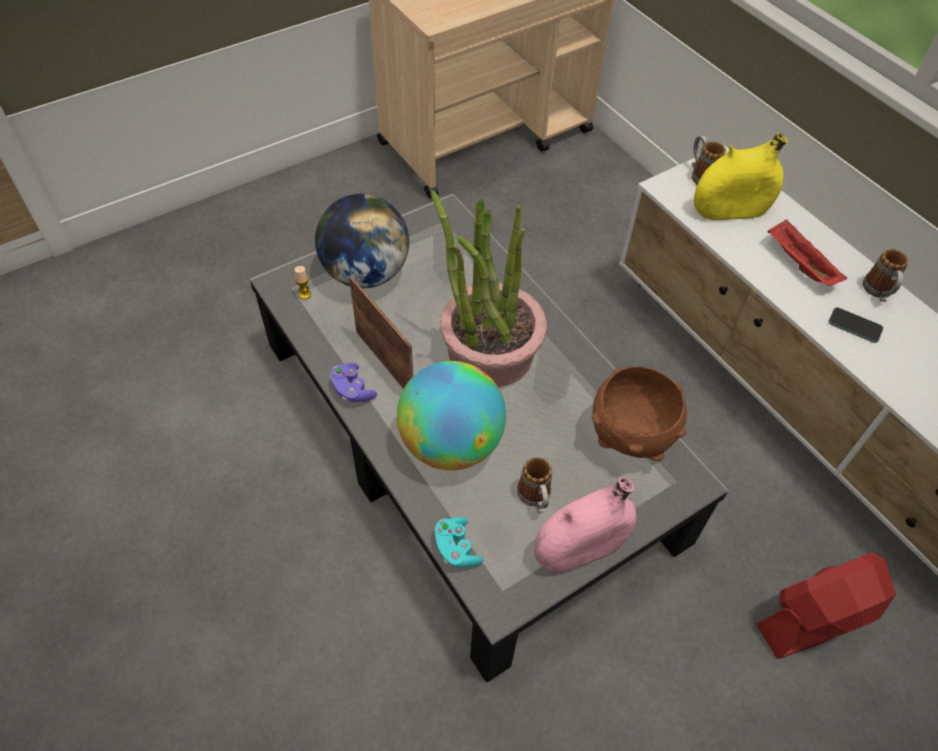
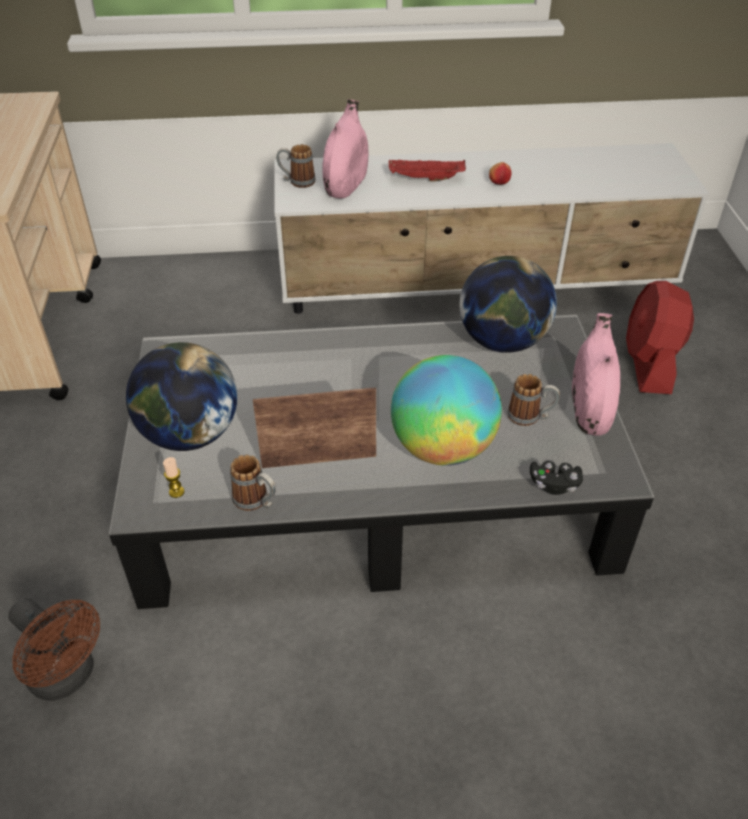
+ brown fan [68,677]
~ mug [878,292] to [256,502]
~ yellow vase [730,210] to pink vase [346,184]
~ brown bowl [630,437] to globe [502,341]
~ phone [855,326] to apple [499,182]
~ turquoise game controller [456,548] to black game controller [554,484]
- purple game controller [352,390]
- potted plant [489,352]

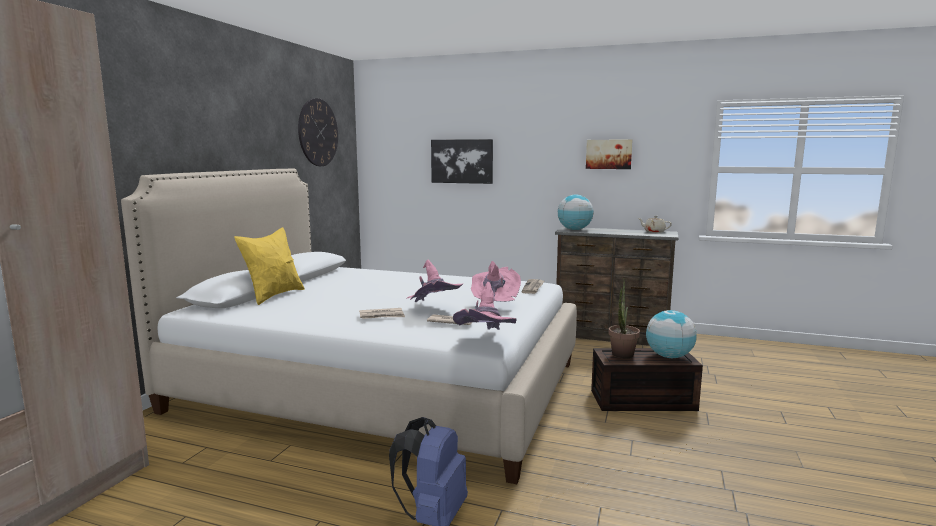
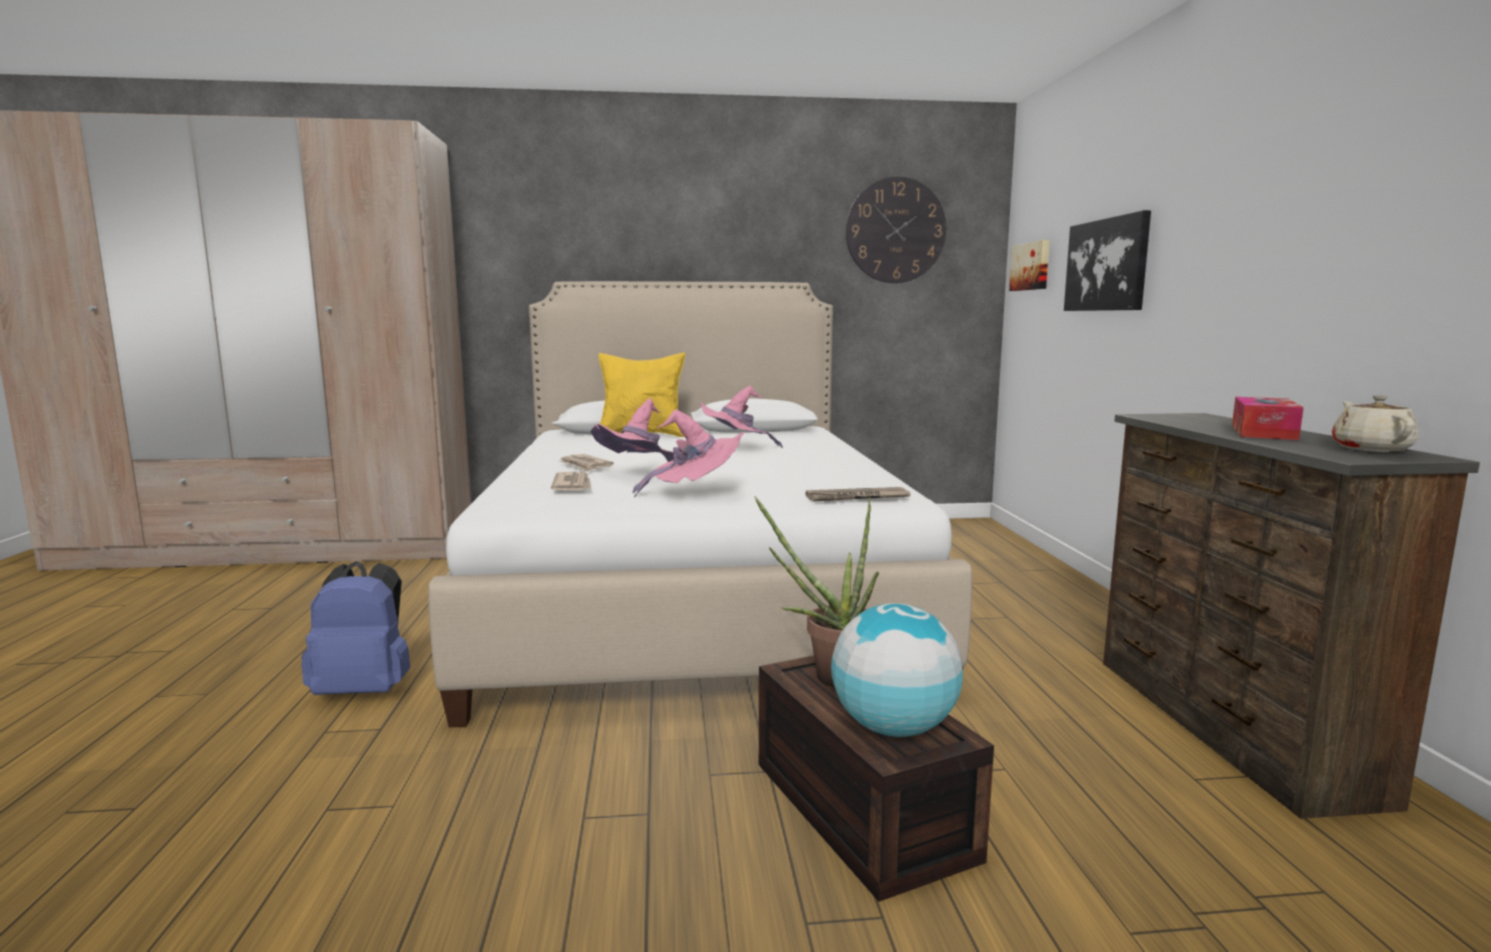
~ pink hat [486,343] to [736,449]
~ picture [608,154] to [1031,266]
+ tissue box [1263,432]
- globe [574,229]

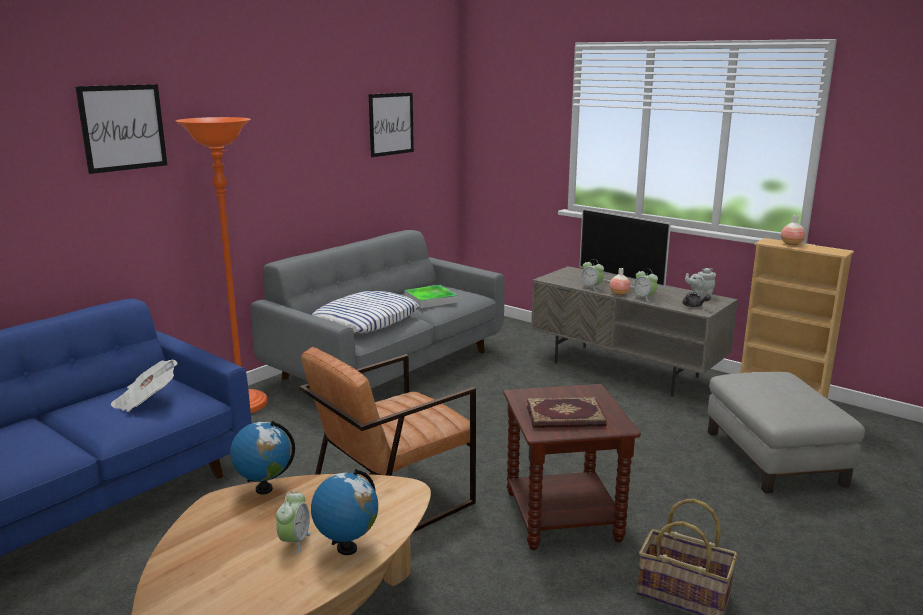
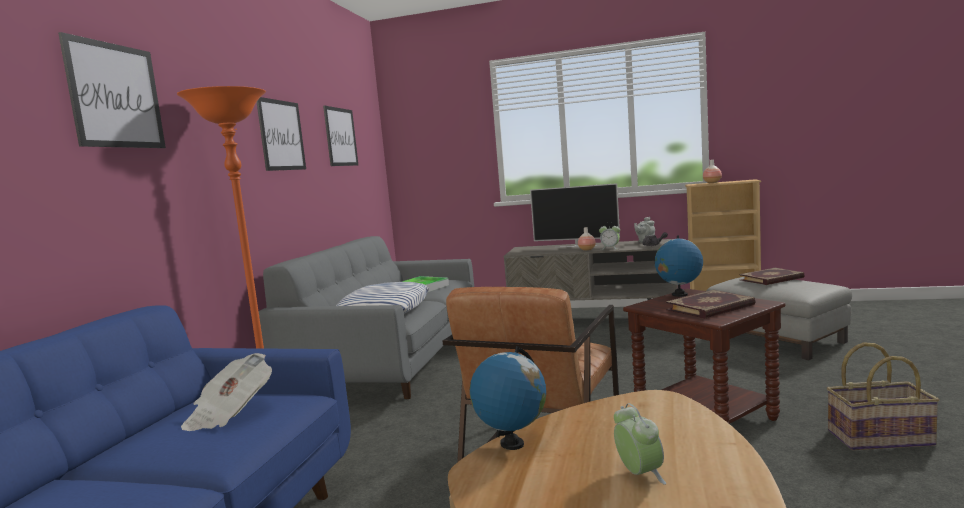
+ picture [281,135]
~ globe [347,548] to [679,295]
+ book [772,279]
- alarm clock [591,287]

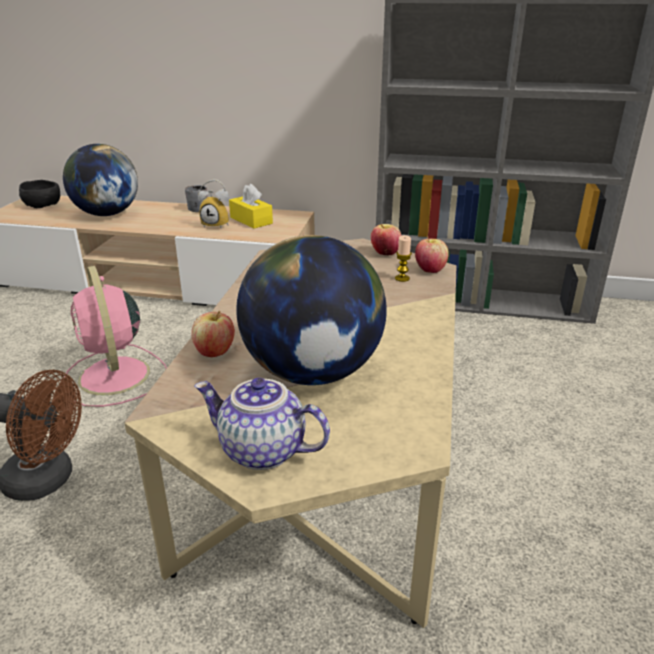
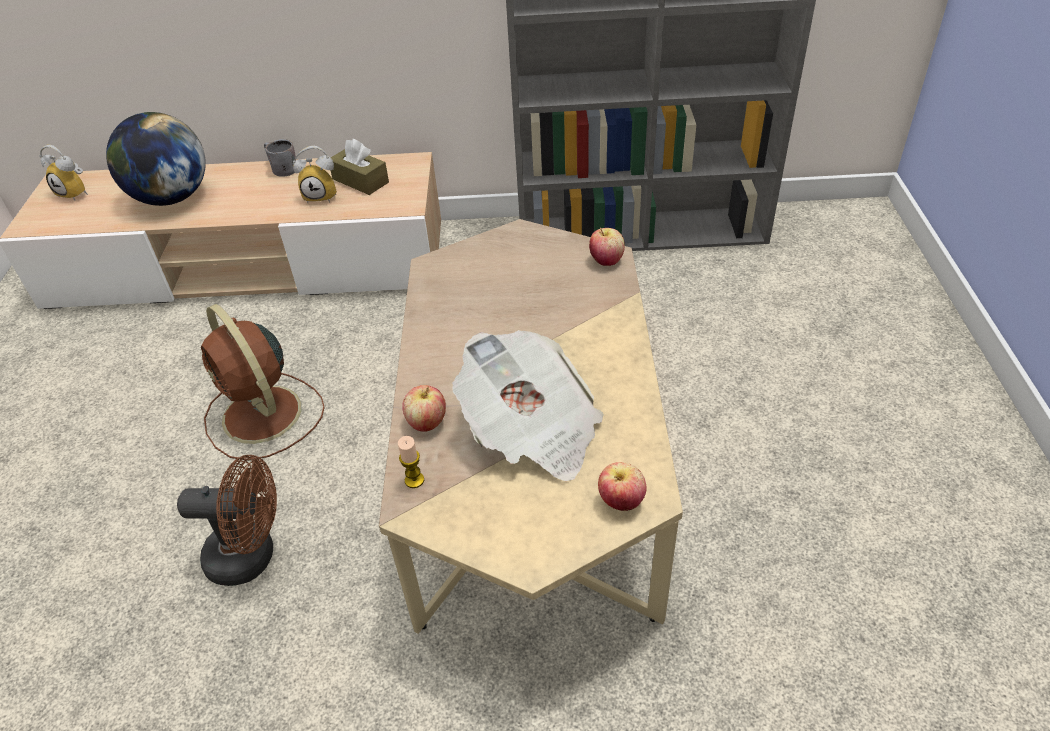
~ black bowl [43,204] to alarm clock [77,193]
~ pink fan [115,377] to brown fan [264,416]
~ yellow tissue box [251,220] to brown tissue box [360,181]
~ candle [402,278] to [414,480]
~ globe [313,372] to newspaper [532,430]
~ apple [385,253] to [621,501]
- teapot [261,452]

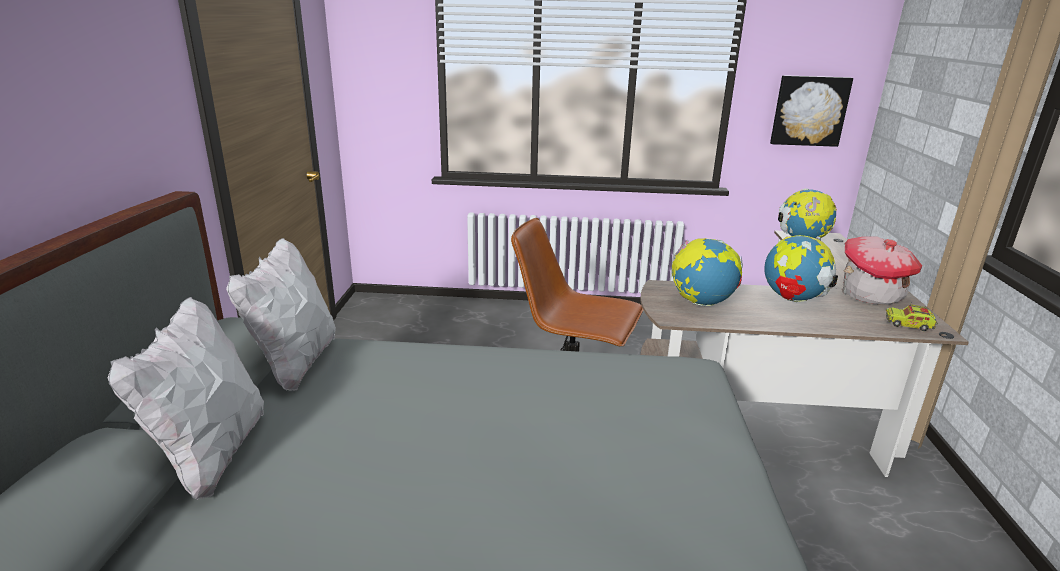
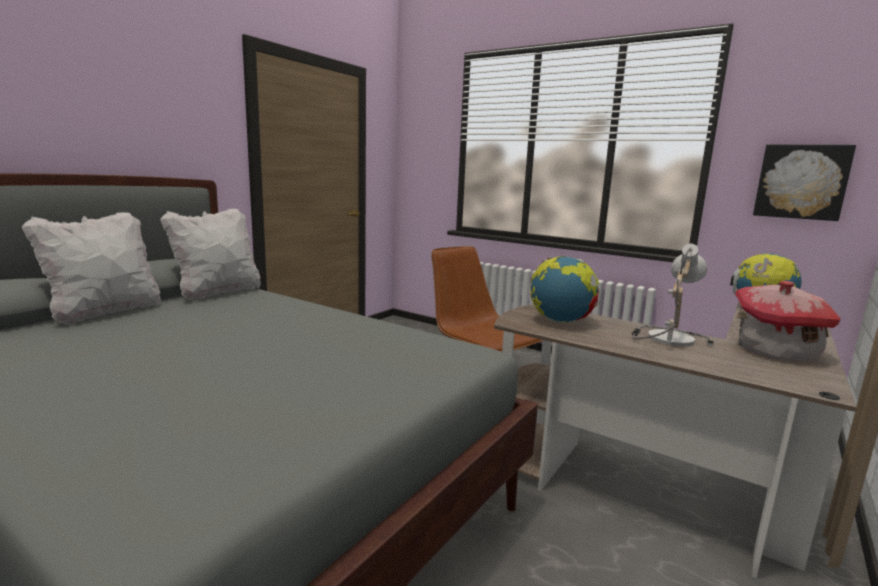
~ globe [792,299] to table lamp [666,337]
- toy truck [908,325]

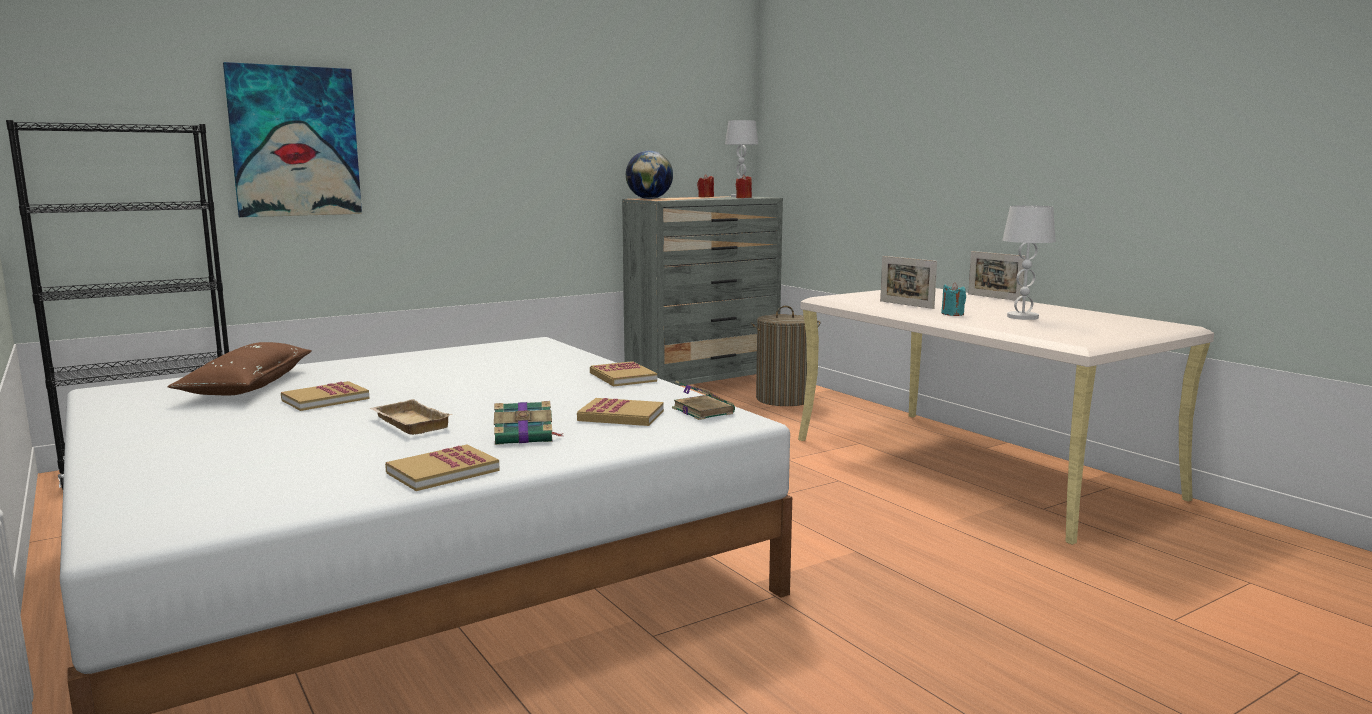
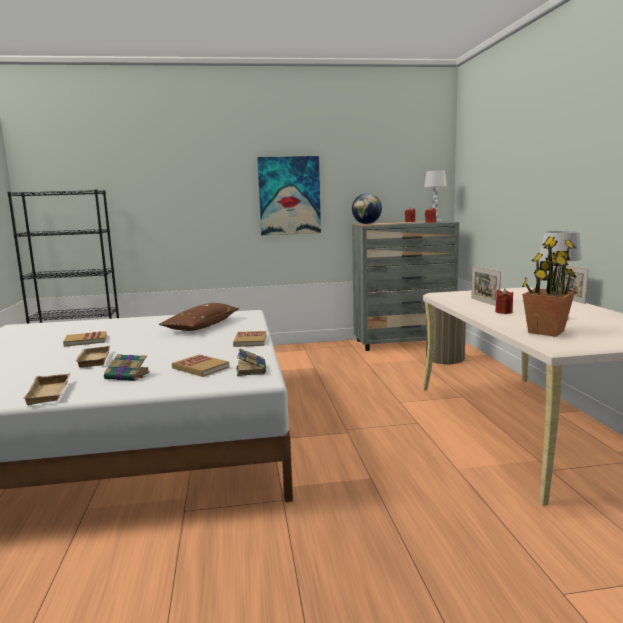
~ book [443,471] to beige tray [51,393]
~ brown pillow [248,385] to [202,325]
~ picture [295,141] to [289,195]
~ turquoise candle [952,314] to red candle [503,312]
+ potted plant [545,331]

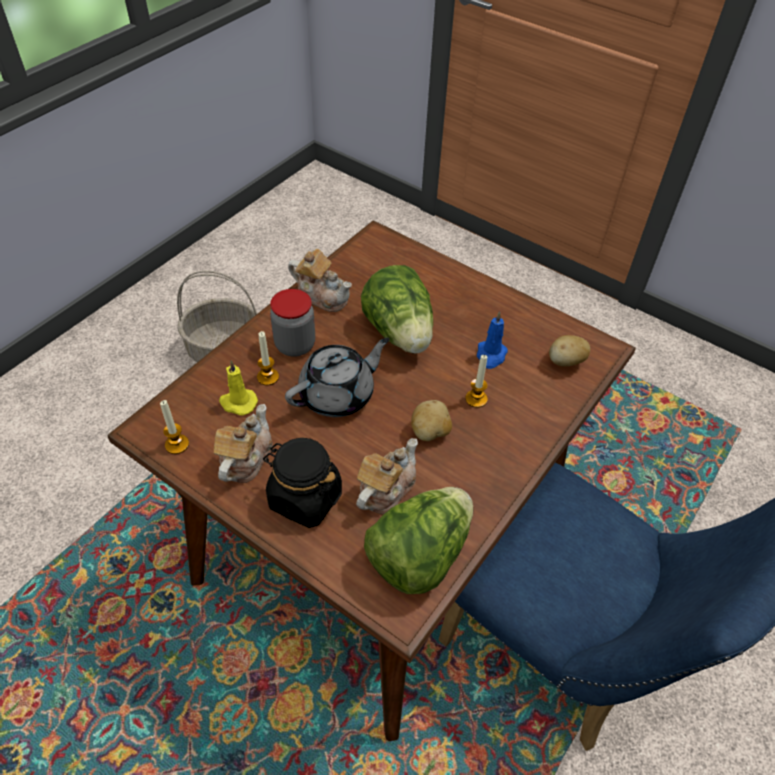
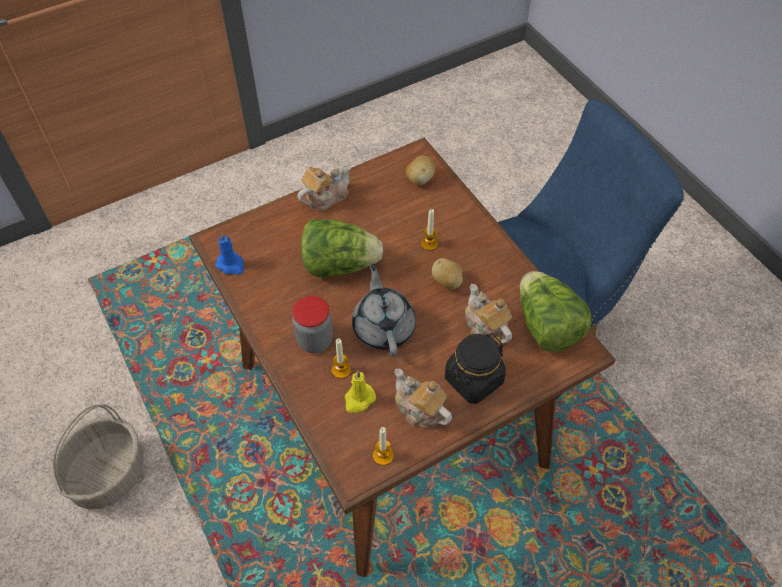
~ blue candle [491,355] to [231,265]
~ teapot [322,296] to [325,197]

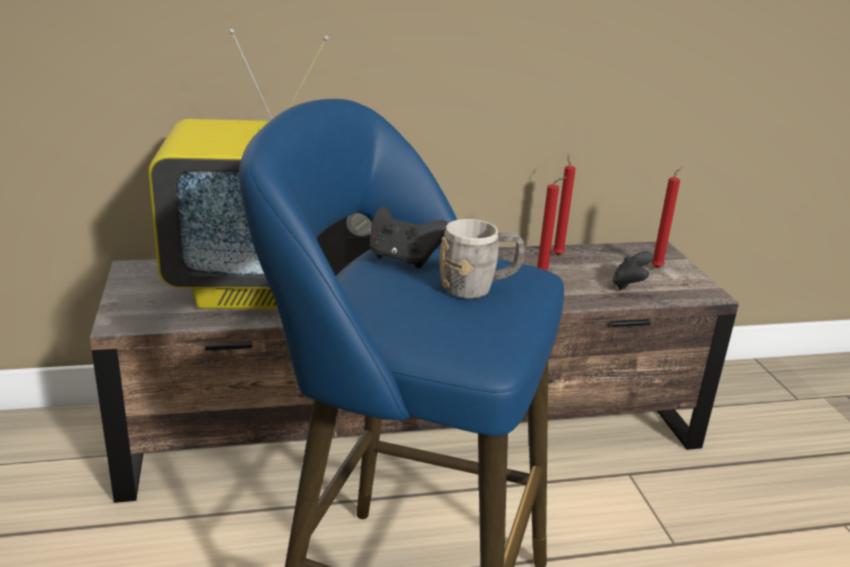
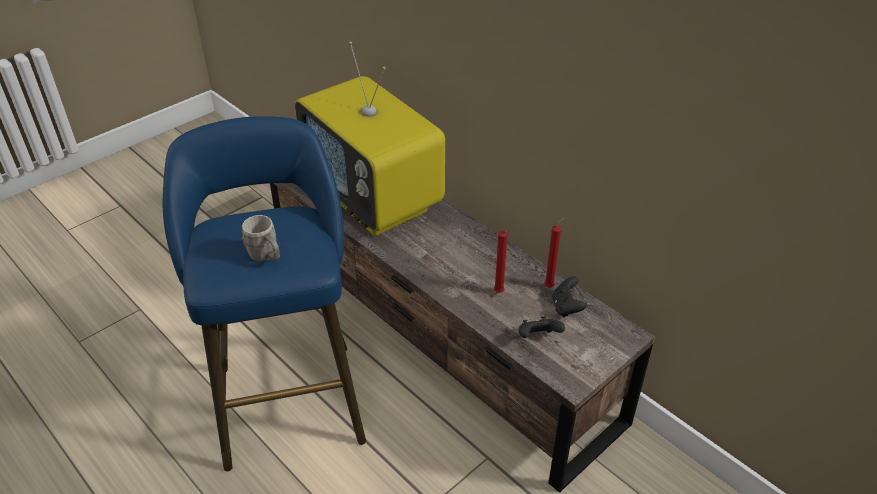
~ black game controller [403,259] to [566,307]
- red candle [658,267]

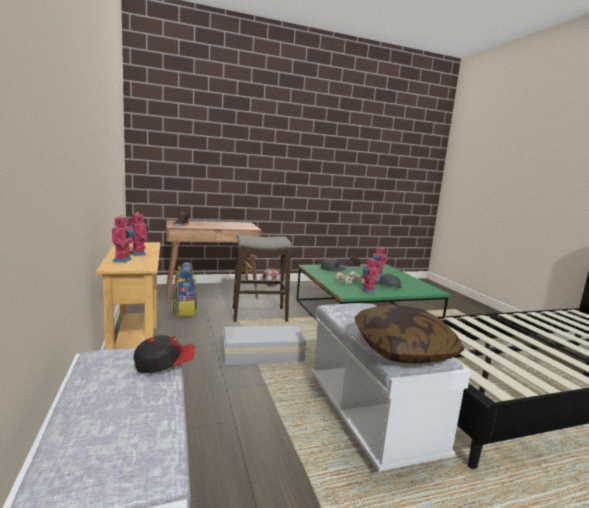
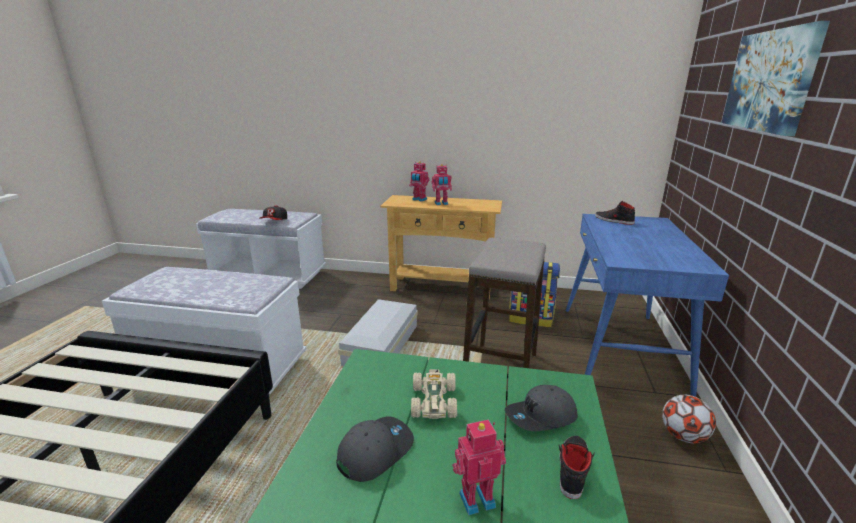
~ brown desk [211,291] to blue desk [620,350]
+ picture [770,81]
- pillow [402,349]
- toy robot [367,291]

